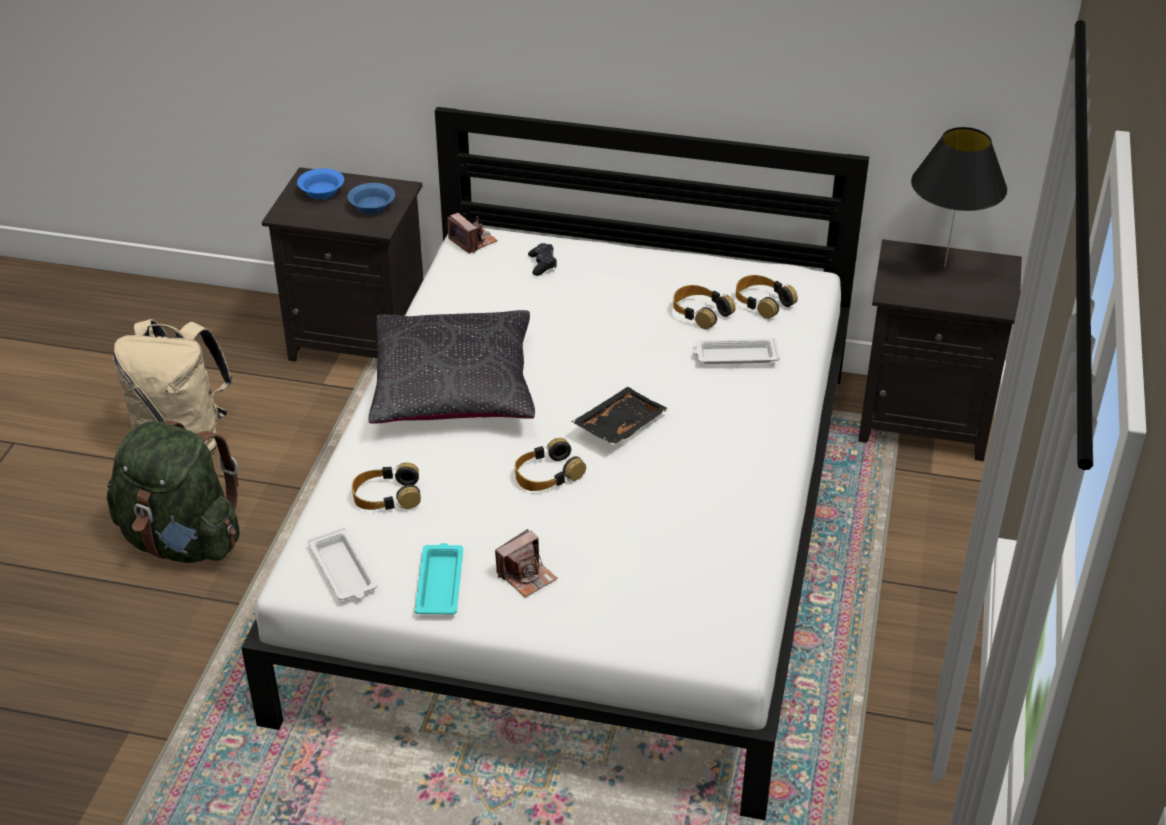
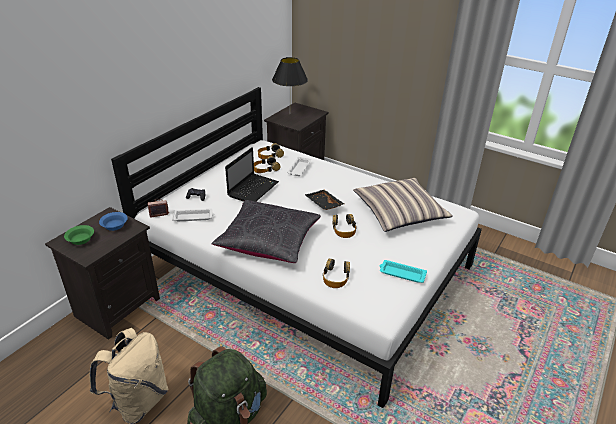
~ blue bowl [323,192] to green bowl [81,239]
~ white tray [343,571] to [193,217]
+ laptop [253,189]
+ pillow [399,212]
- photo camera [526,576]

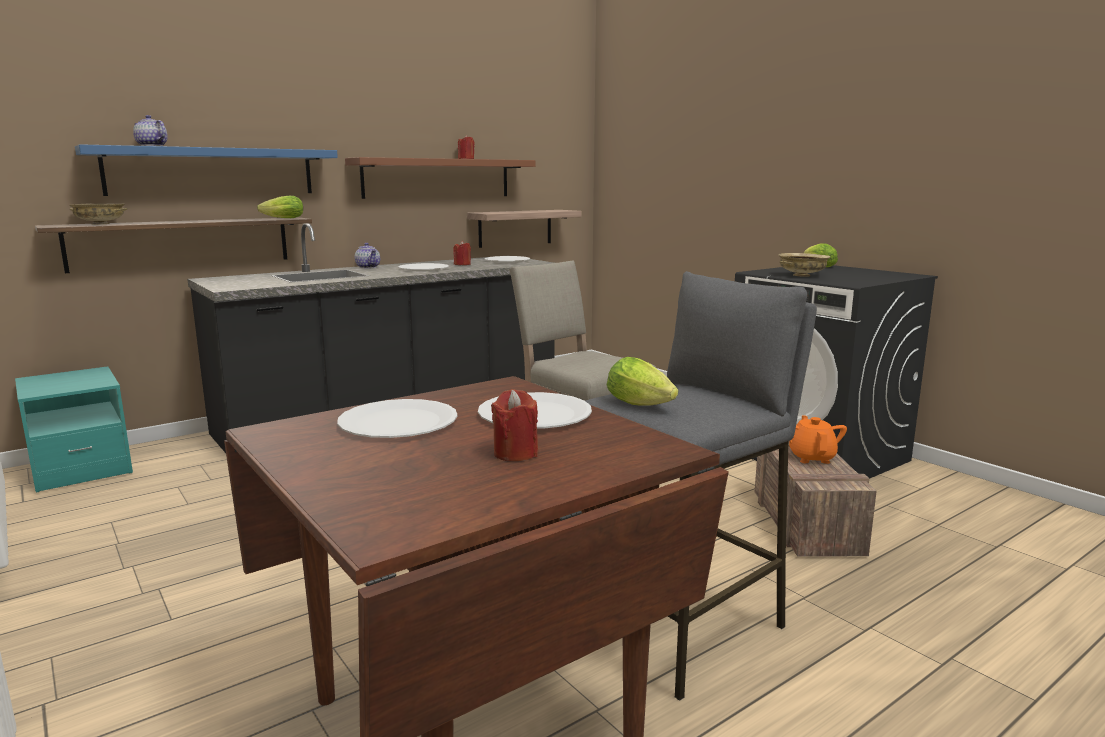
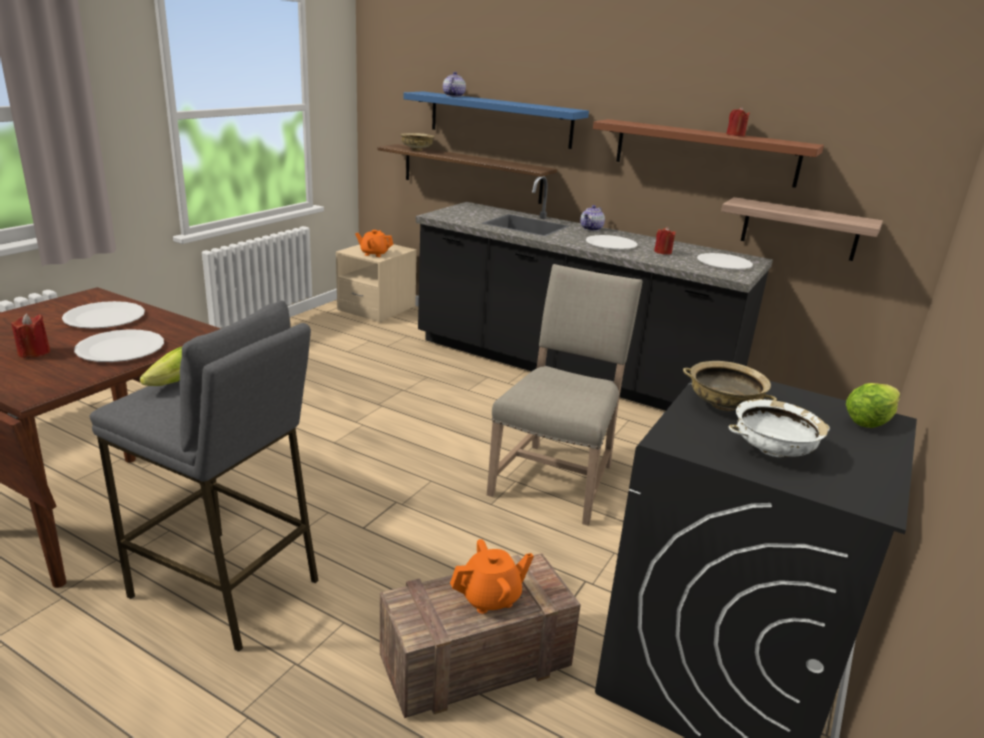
~ turquoise nightstand [81,469] to beige nightstand [377,309]
+ orange teapot [374,254]
+ white bowl [773,450]
- lettuce [281,218]

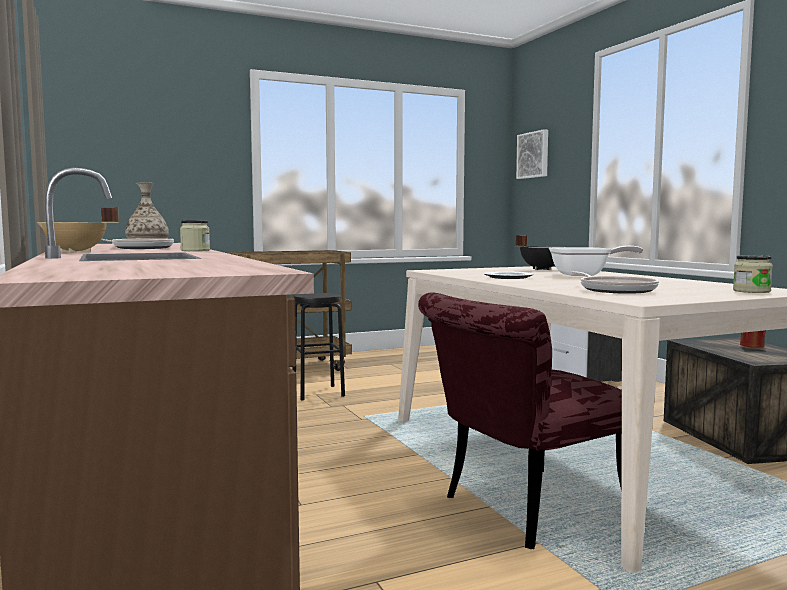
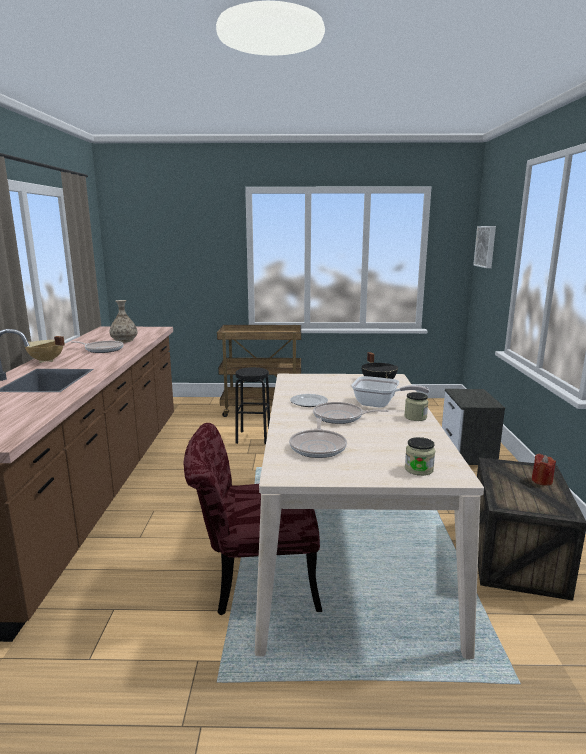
+ frying pan [341,417]
~ jar [195,250] to [415,417]

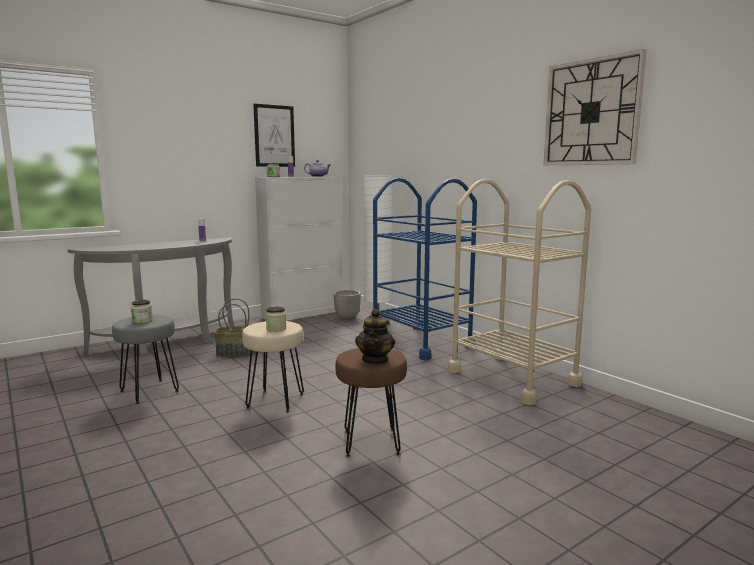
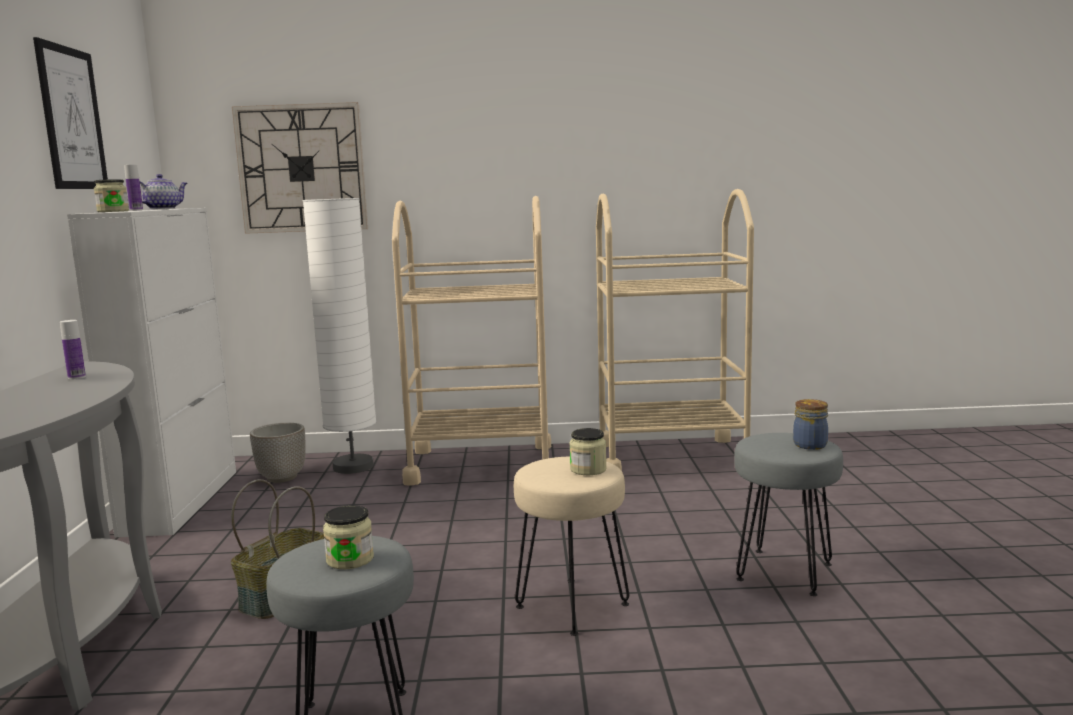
~ wall clock [591,112] to [302,168]
~ blue cart [421,342] to beige cart [481,464]
~ brown stool [372,443] to grey stool [785,571]
~ teapot [375,360] to jar [810,445]

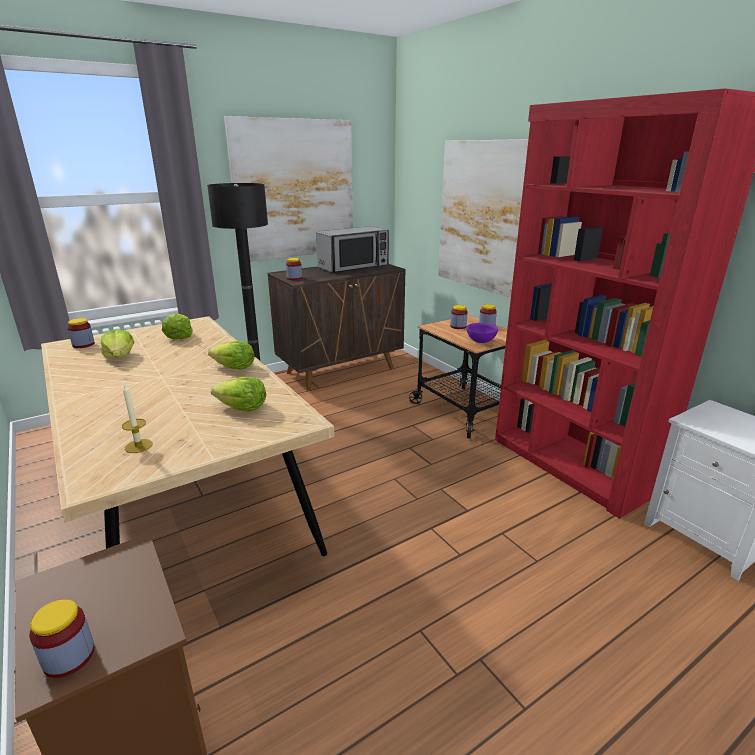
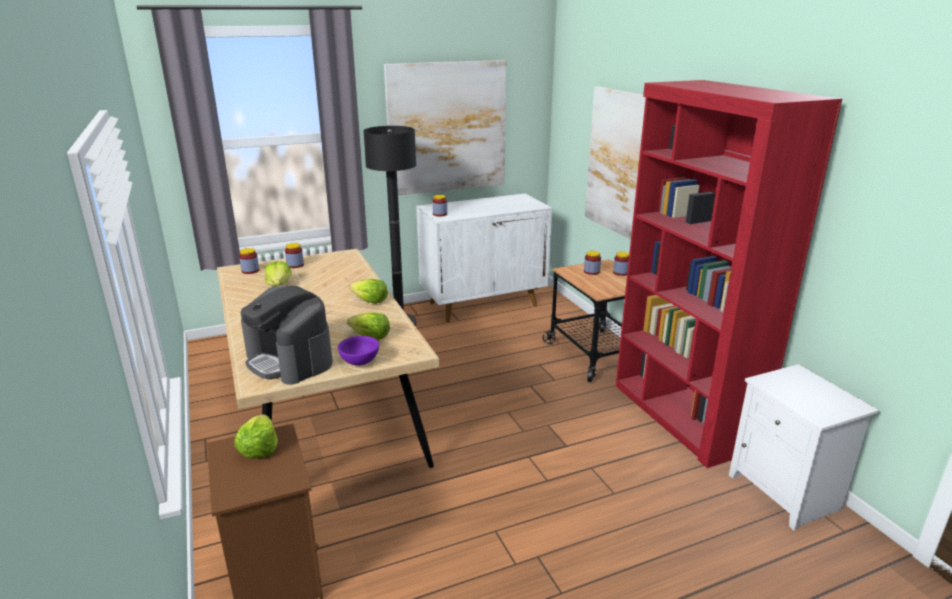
~ lettuce [179,336] to [259,448]
~ candle [138,446] to coffee machine [289,360]
~ jar [69,656] to [295,265]
~ purple bowl [481,342] to [360,362]
~ brown cabinet [341,370] to white cabinet [484,304]
- microwave [354,267]

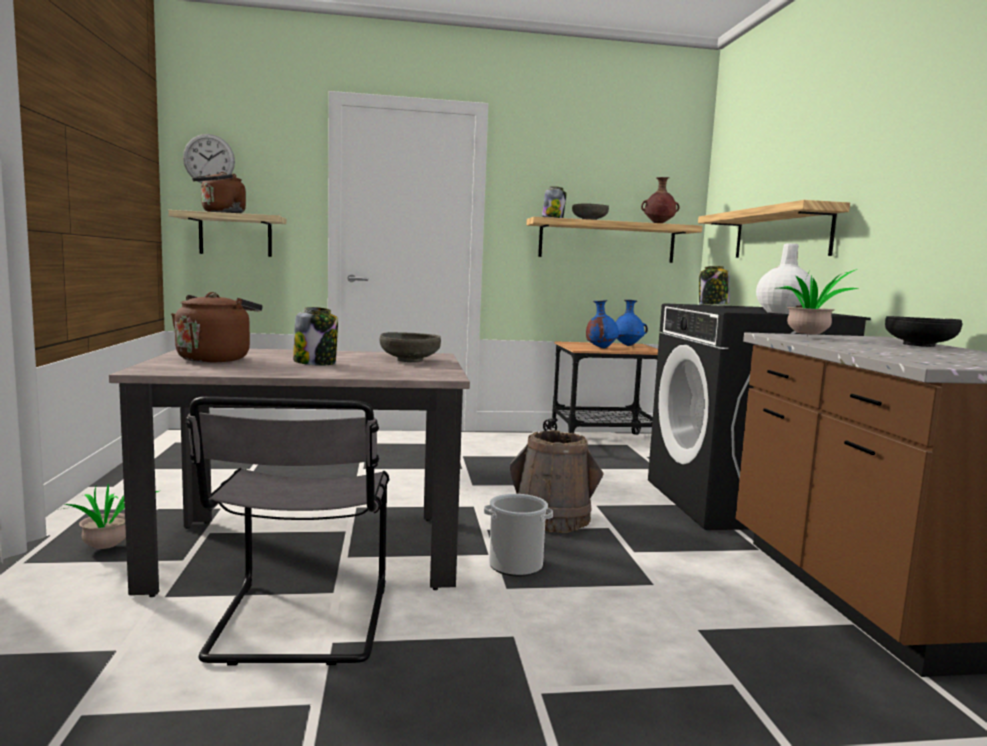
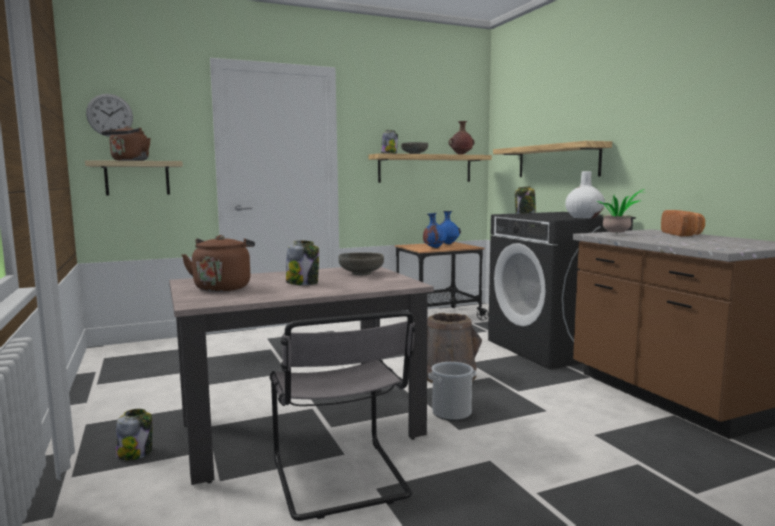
~ potted plant [108,549] to jar [135,453]
~ black bowl [919,345] to bread [683,235]

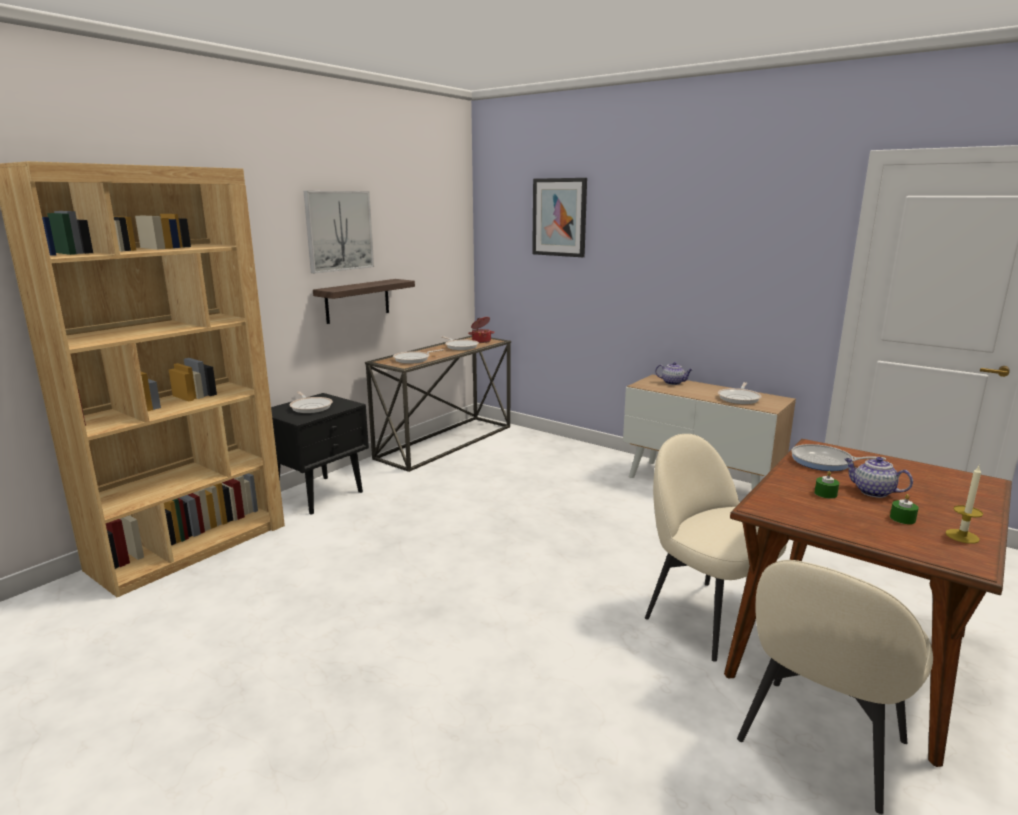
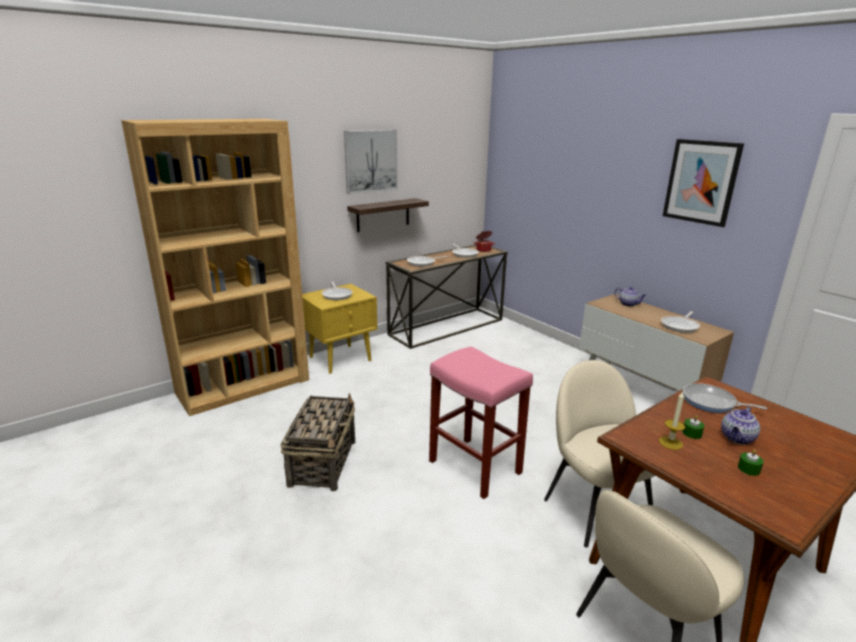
+ basket [323,462]
~ black nightstand [320,494] to yellow nightstand [341,358]
+ pink stool [476,467]
~ candle [962,536] to [670,443]
~ picture [559,217] to [701,182]
~ teapot [872,492] = [737,438] 105 degrees counterclockwise

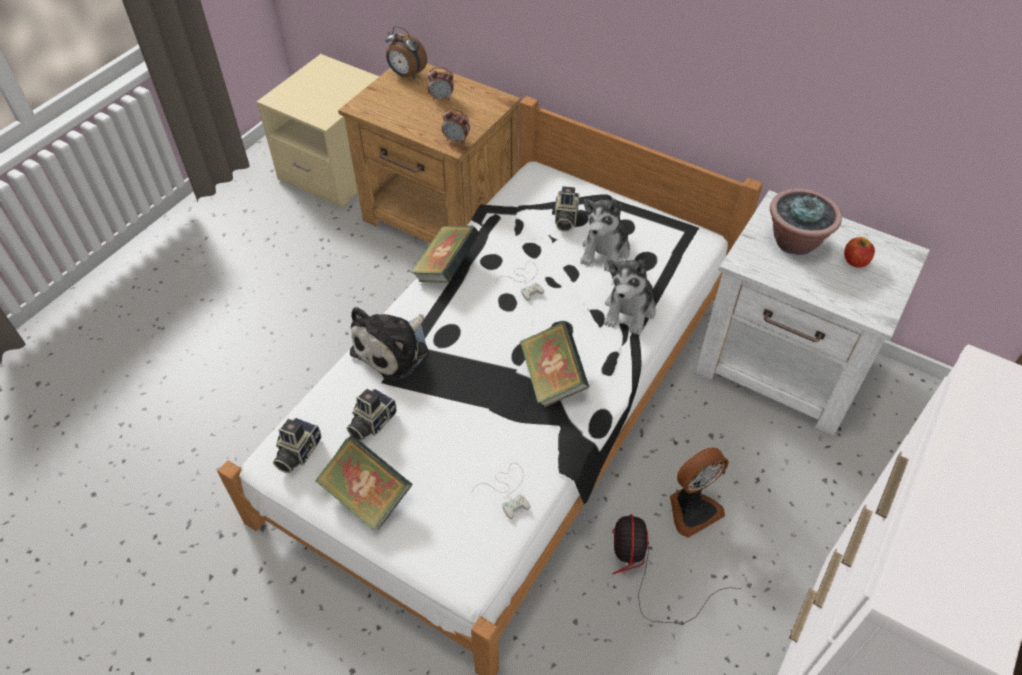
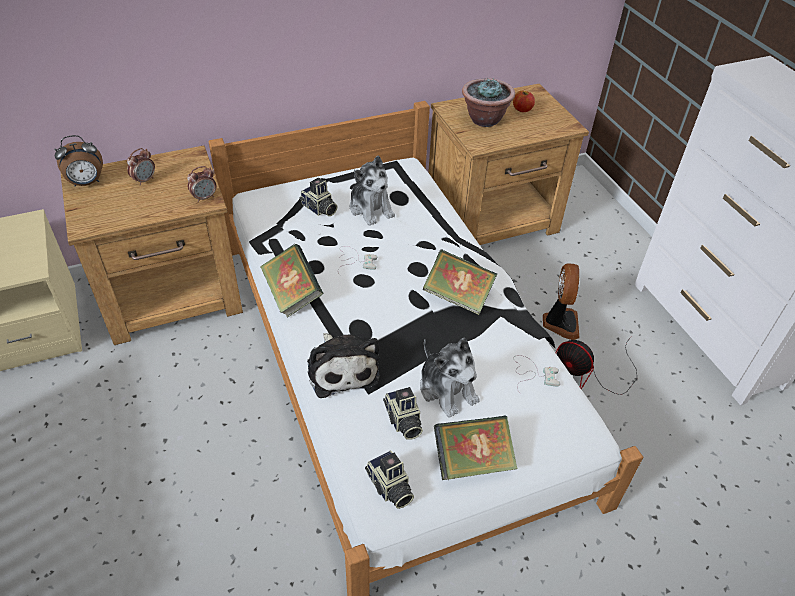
~ plush toy [629,310] to [447,389]
~ white nightstand [784,367] to brown nightstand [493,219]

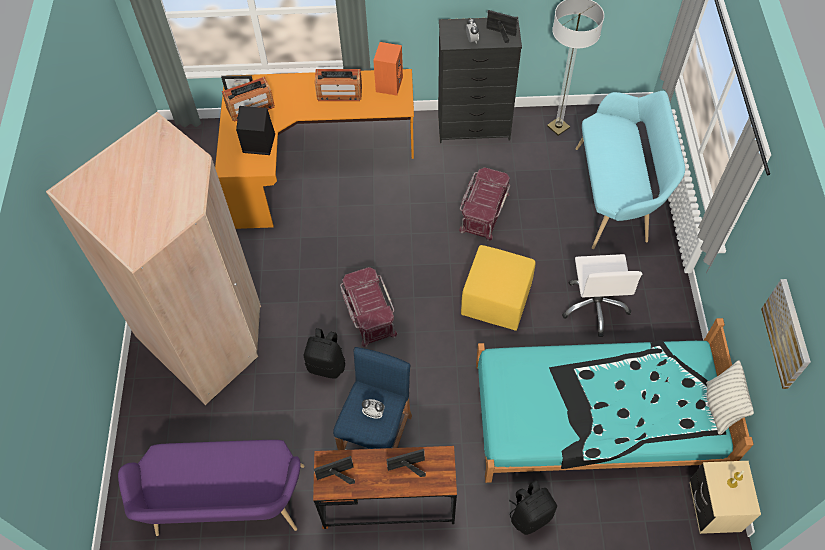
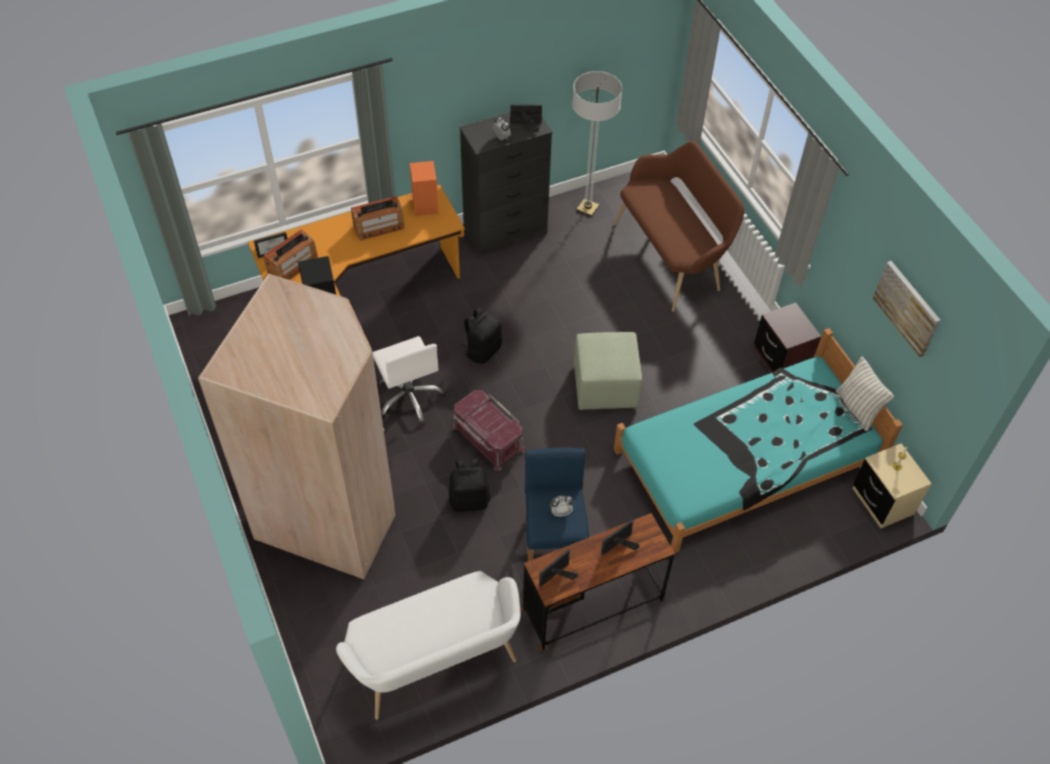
~ purple bench [227,507] to white bench [436,666]
~ white office chair [595,306] to [409,398]
~ black backpack [530,515] to [482,350]
~ yellow ottoman [496,299] to green ottoman [604,386]
~ turquoise bench [616,196] to brown bench [672,256]
+ brown nightstand [781,359]
- red storage box [483,211]

